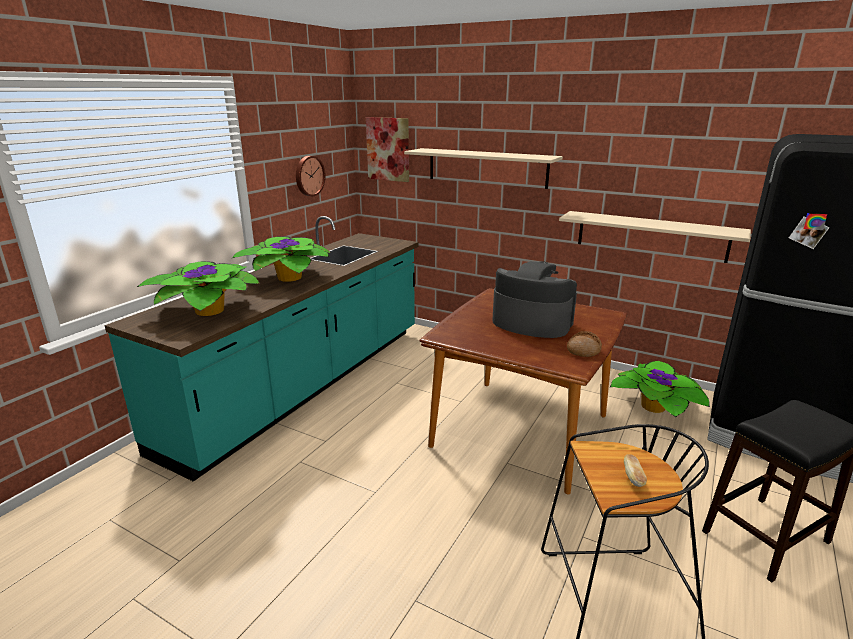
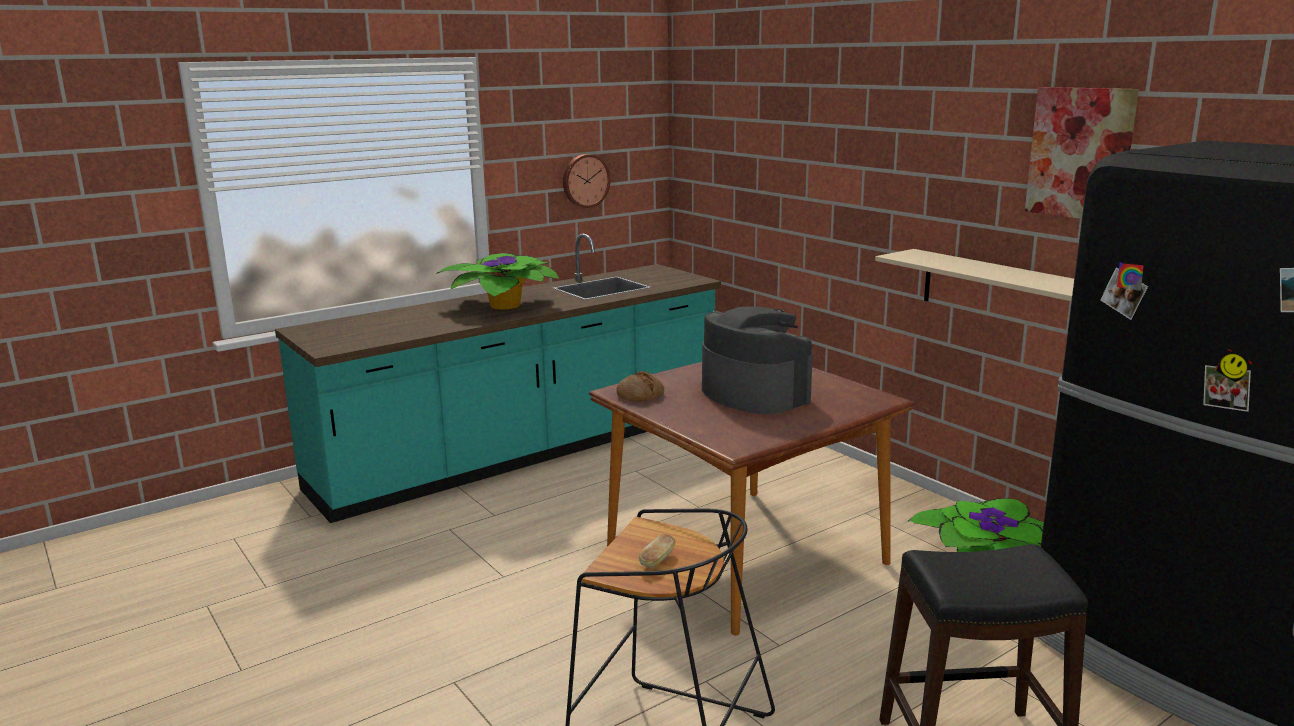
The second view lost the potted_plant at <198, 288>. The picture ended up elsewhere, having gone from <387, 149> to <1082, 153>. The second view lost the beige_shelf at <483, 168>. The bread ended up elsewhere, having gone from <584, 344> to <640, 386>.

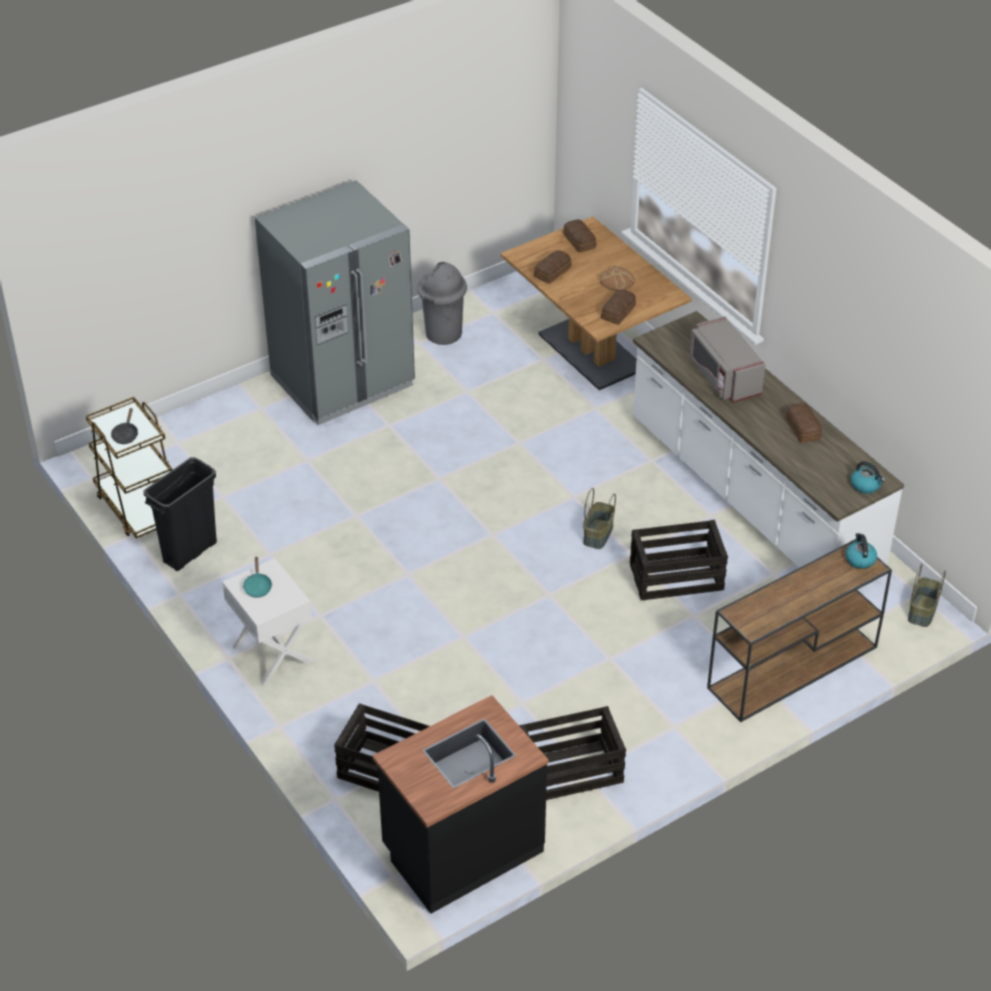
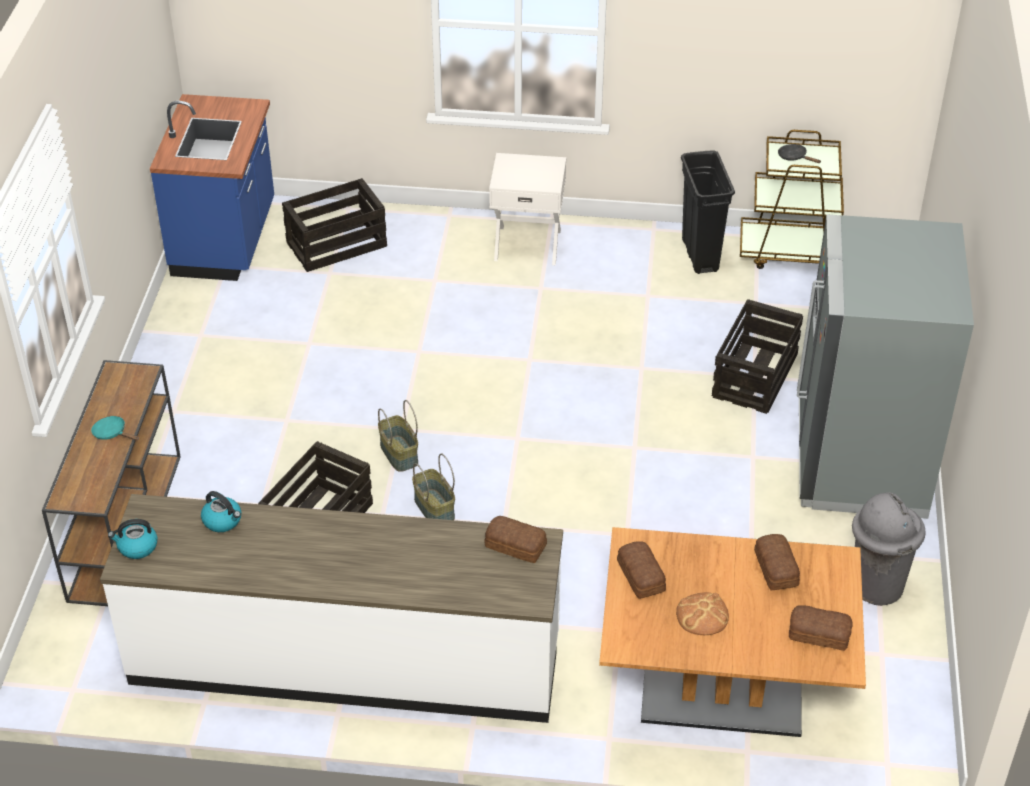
The turquoise_frying_pan ended up elsewhere, having gone from <257, 577> to <115, 428>. What was the black_counter at <460, 804> turned into the blue_counter at <212, 187>. The crate ended up elsewhere, having gone from <572, 753> to <757, 356>. The second view lost the grey_microwave at <727, 359>. The bread ended up elsewhere, having gone from <803, 423> to <516, 539>. The kettle ended up elsewhere, having gone from <861, 551> to <221, 511>. The basket ended up elsewhere, having gone from <927, 595> to <398, 436>.

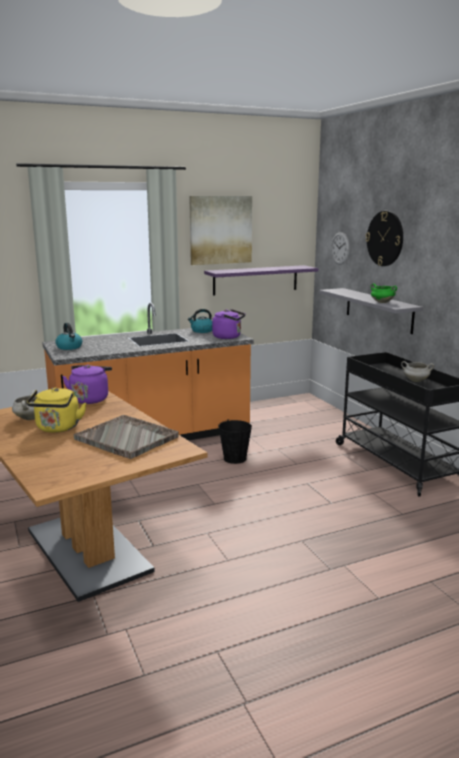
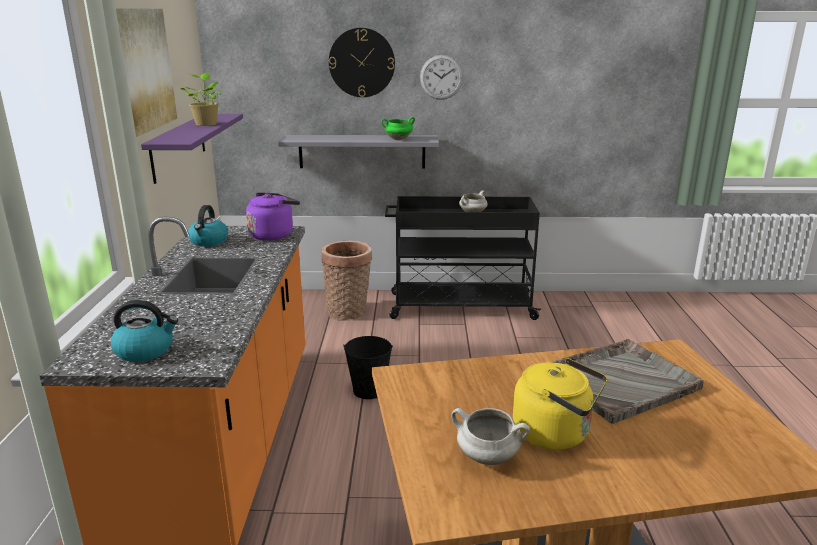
The second view lost the purple_kettle at <87, 384>. The wall_clock ended up elsewhere, having gone from <340, 248> to <441, 77>. The second view gained the potted_plant at <200, 99>. The second view gained the basket at <346, 281>.

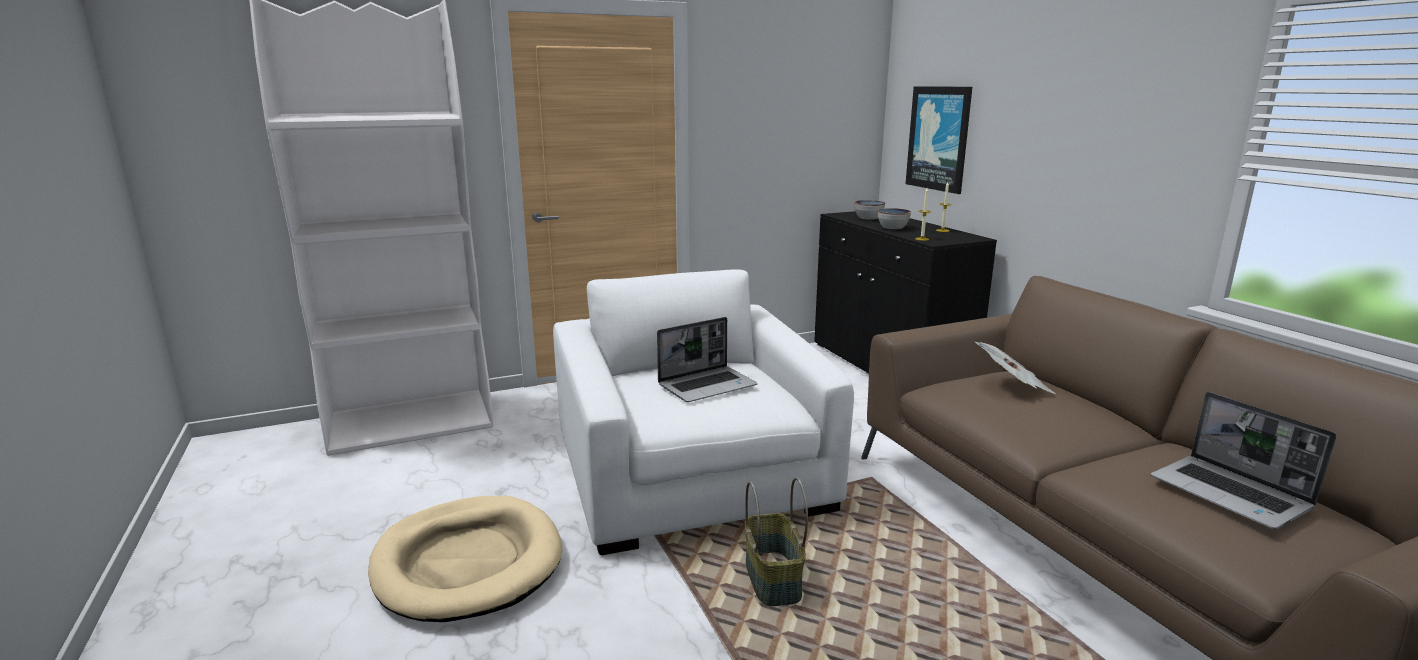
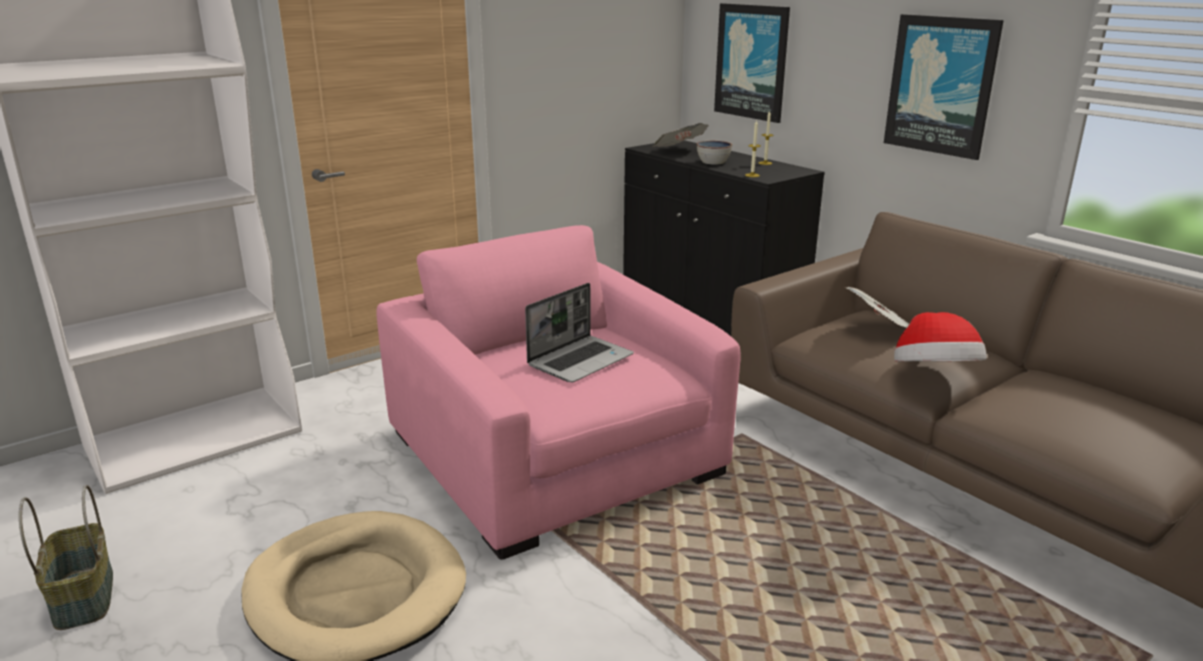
What was the white_armchair at <703, 412> turned into the pink_armchair at <559, 392>. The basket ended up elsewhere, having gone from <776, 541> to <66, 557>. Where the bowl stood at <869, 210>, the newspaper came to stand at <681, 135>. The second view lost the laptop at <1243, 460>. The second view gained the picture at <944, 87>. The second view gained the hat at <940, 337>.

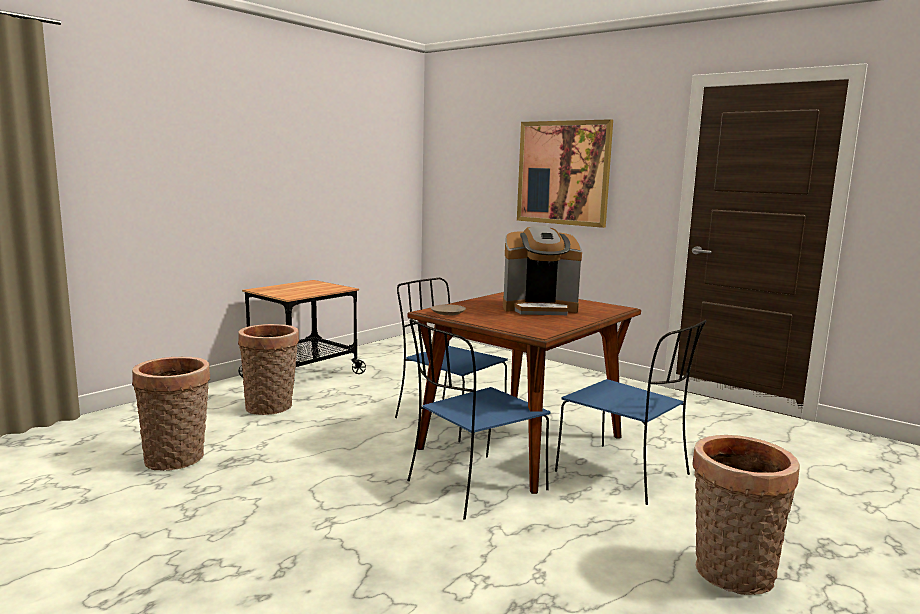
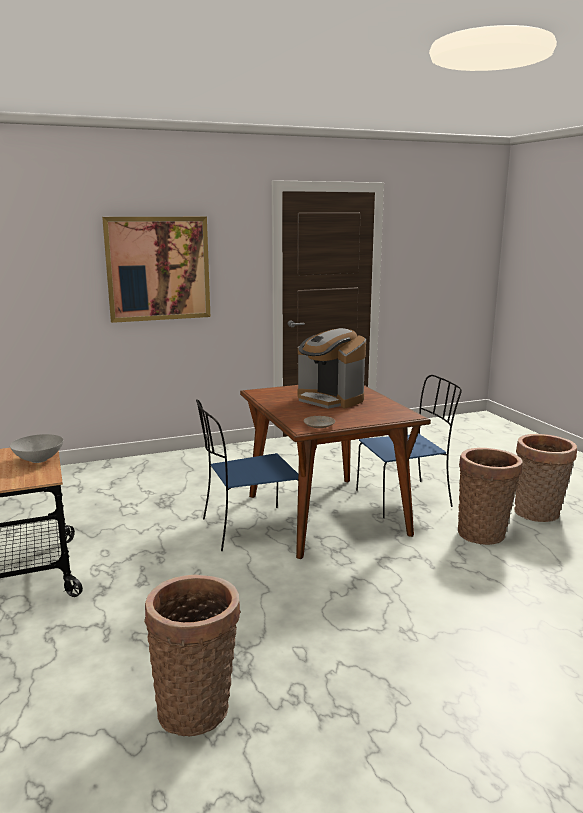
The basket ended up elsewhere, having gone from <268, 369> to <490, 496>. The second view lost the blue_chair at <478, 419>. The coffee_machine at <542, 270> ended up facing another way, 105 degrees clockwise from before. The second view gained the grey_bowl at <36, 448>.

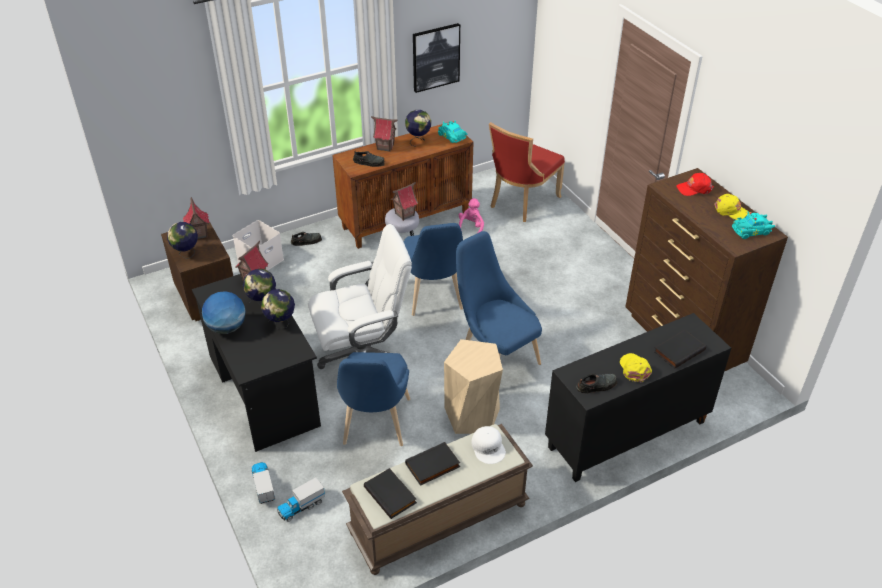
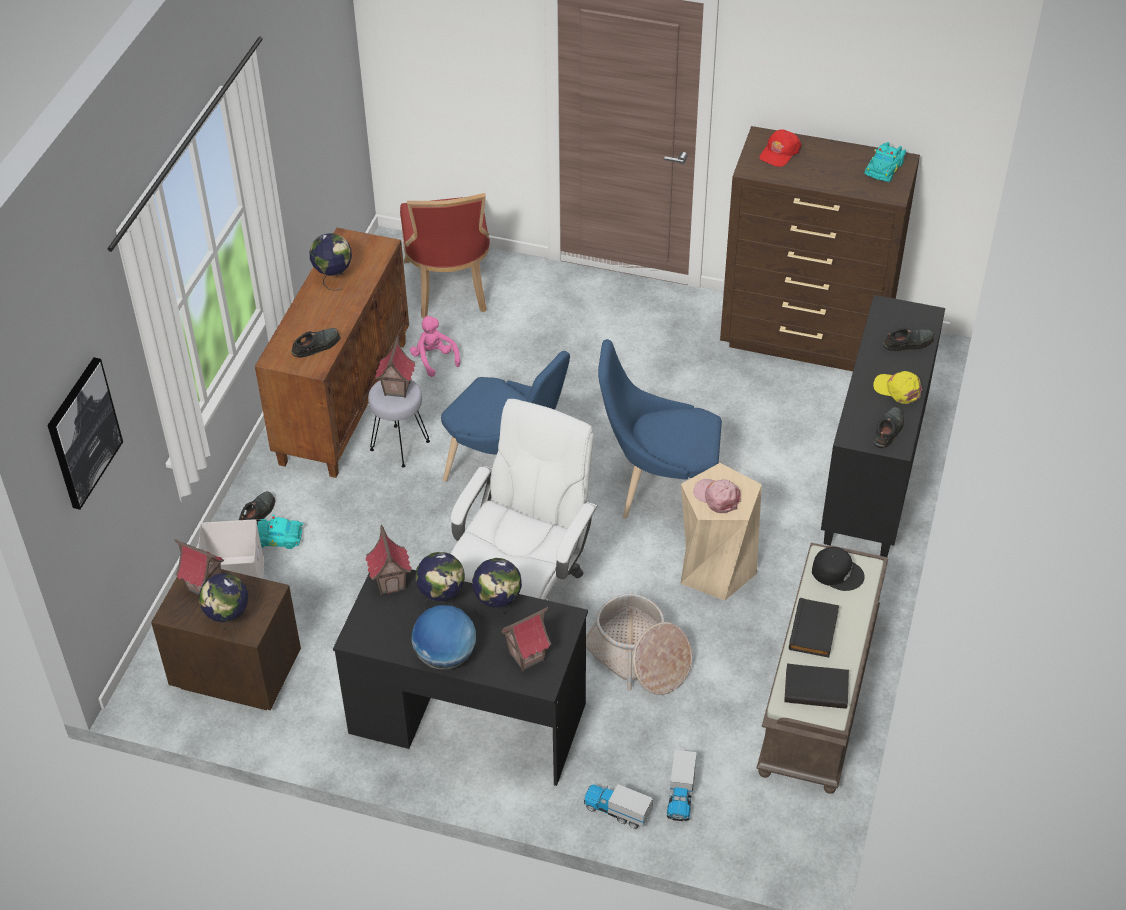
Where the blue_chair stood at <373, 399>, the basket came to stand at <639, 644>. The toy_house ended up elsewhere, having gone from <384, 134> to <526, 639>. The picture ended up elsewhere, having gone from <436, 58> to <85, 433>. The turquoise_toy_car ended up elsewhere, having gone from <453, 132> to <279, 531>. What was the white_cap at <489, 445> turned into the black_cap at <838, 569>. Where the black_book stood at <680, 349>, the black_shoe came to stand at <908, 339>. The second view lost the yellow_cap at <732, 207>. The second view gained the pink_cap at <717, 496>.

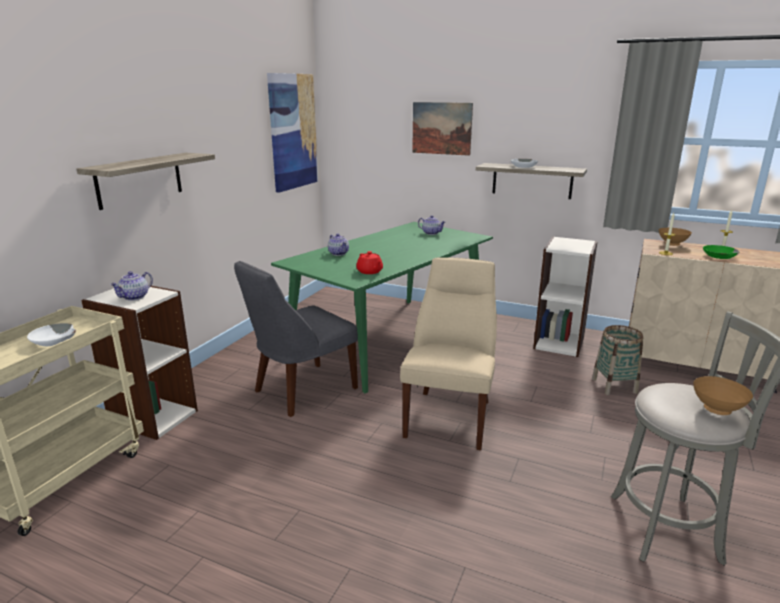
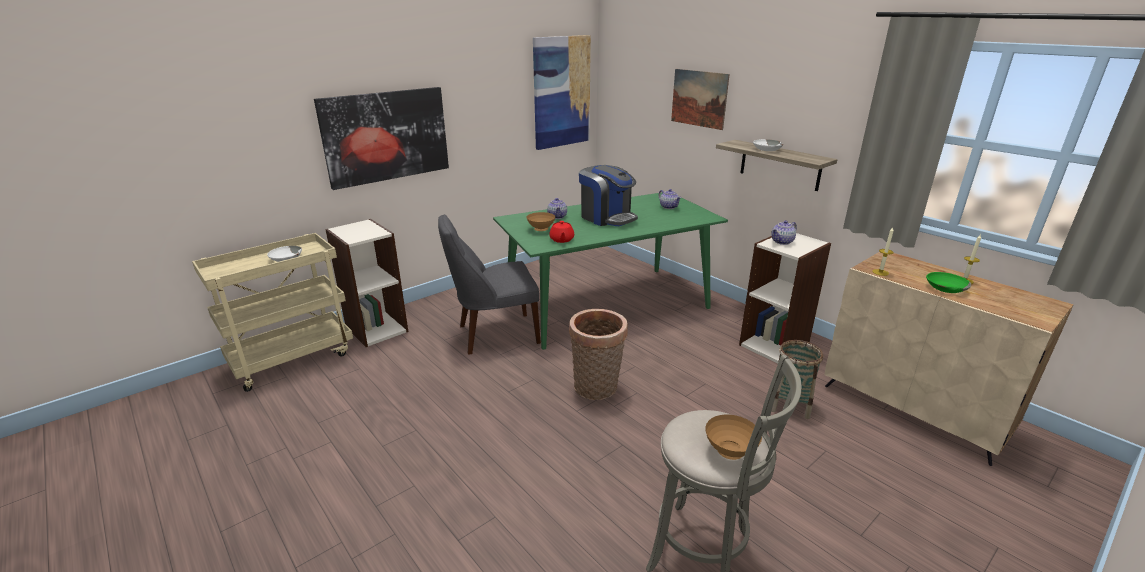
Where the shelf hung at <146, 181>, the picture came to hang at <381, 138>. The teapot ended up elsewhere, having gone from <131, 286> to <784, 232>. Where the beige_chair stood at <448, 353>, the basket came to stand at <598, 354>. The brown_bowl ended up elsewhere, having gone from <675, 237> to <540, 221>. The second view gained the coffee_machine at <608, 195>.

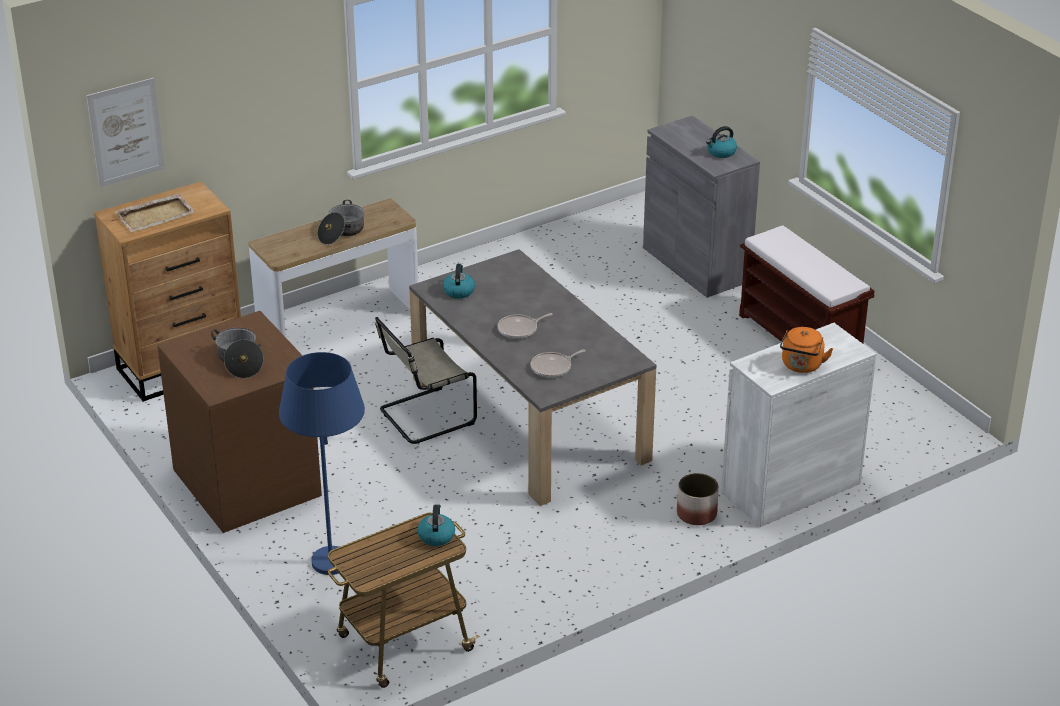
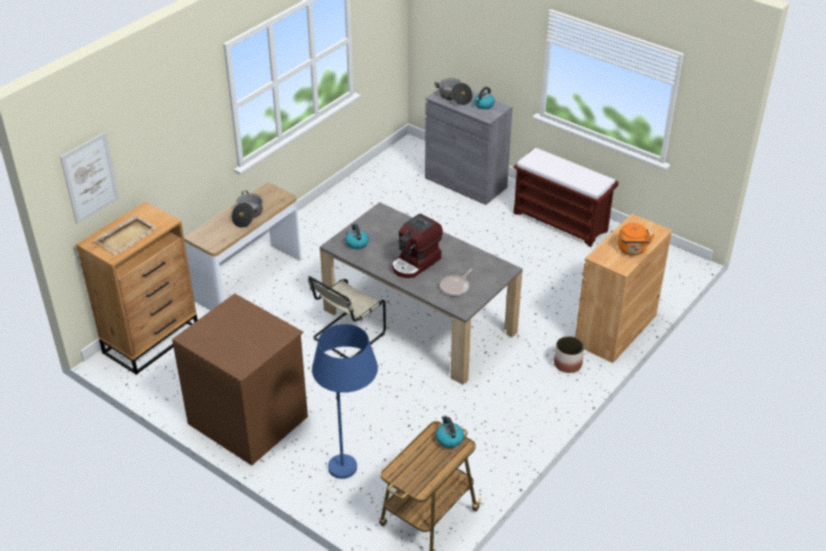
The cooking_pot ended up elsewhere, having gone from <237, 352> to <453, 91>. Where the frying_pan stood at <525, 326>, the coffee_machine came to stand at <417, 246>. What was the white_cabinet at <798, 425> turned into the brown_cabinet at <623, 288>.

